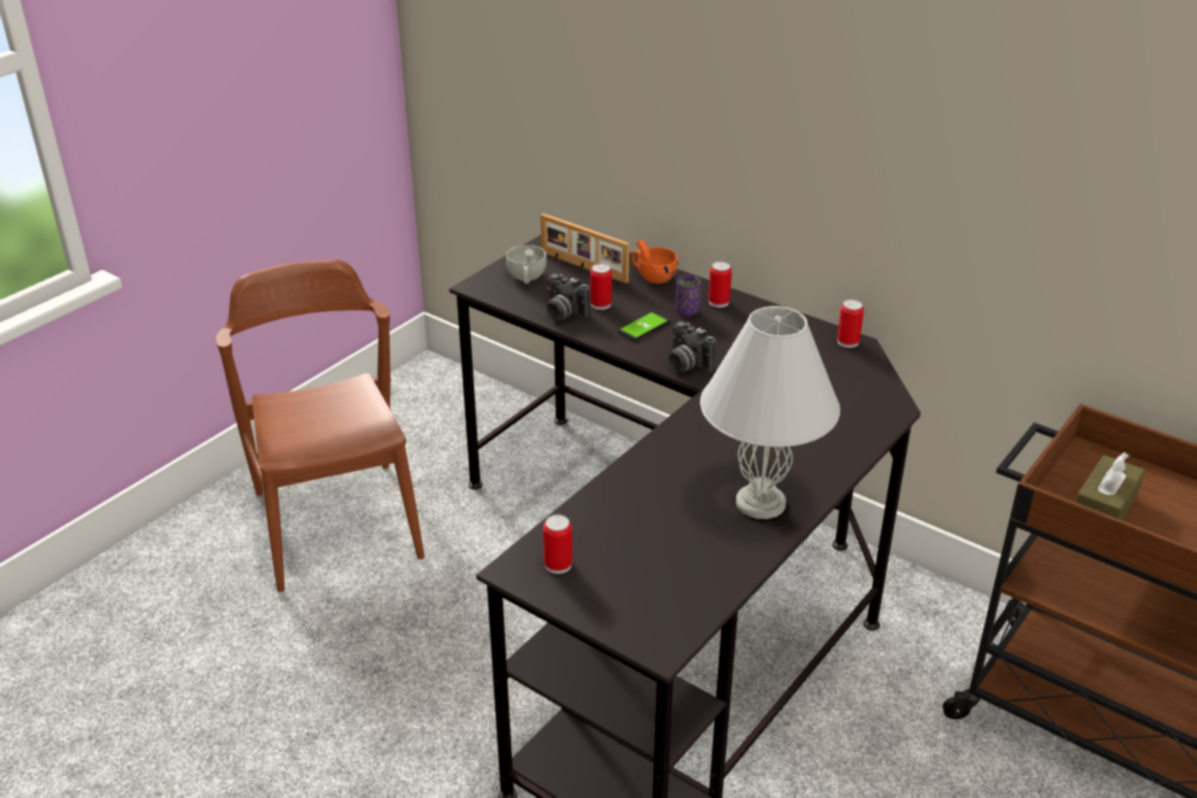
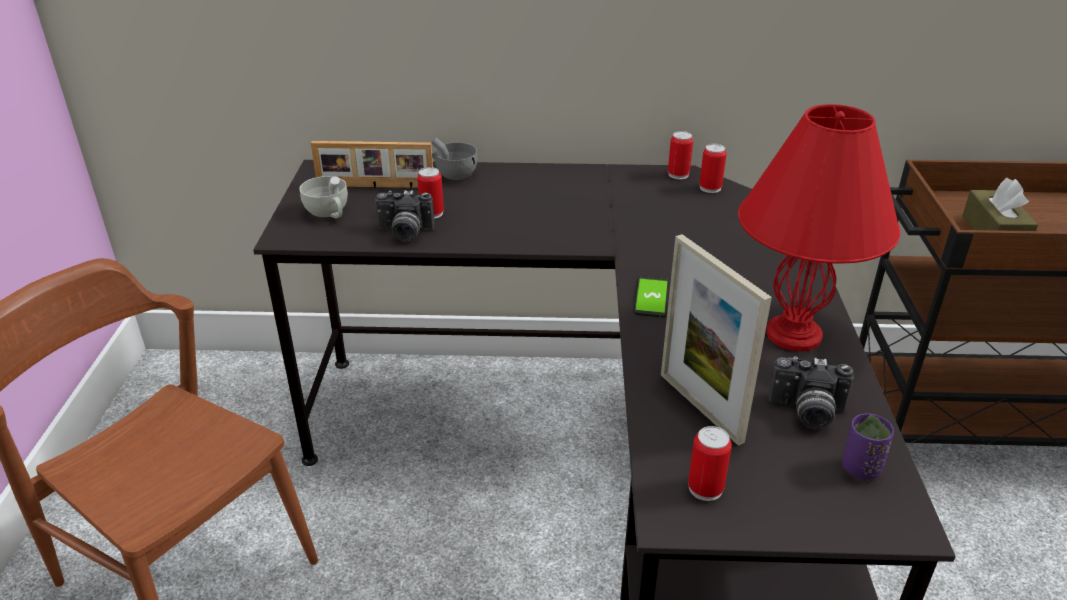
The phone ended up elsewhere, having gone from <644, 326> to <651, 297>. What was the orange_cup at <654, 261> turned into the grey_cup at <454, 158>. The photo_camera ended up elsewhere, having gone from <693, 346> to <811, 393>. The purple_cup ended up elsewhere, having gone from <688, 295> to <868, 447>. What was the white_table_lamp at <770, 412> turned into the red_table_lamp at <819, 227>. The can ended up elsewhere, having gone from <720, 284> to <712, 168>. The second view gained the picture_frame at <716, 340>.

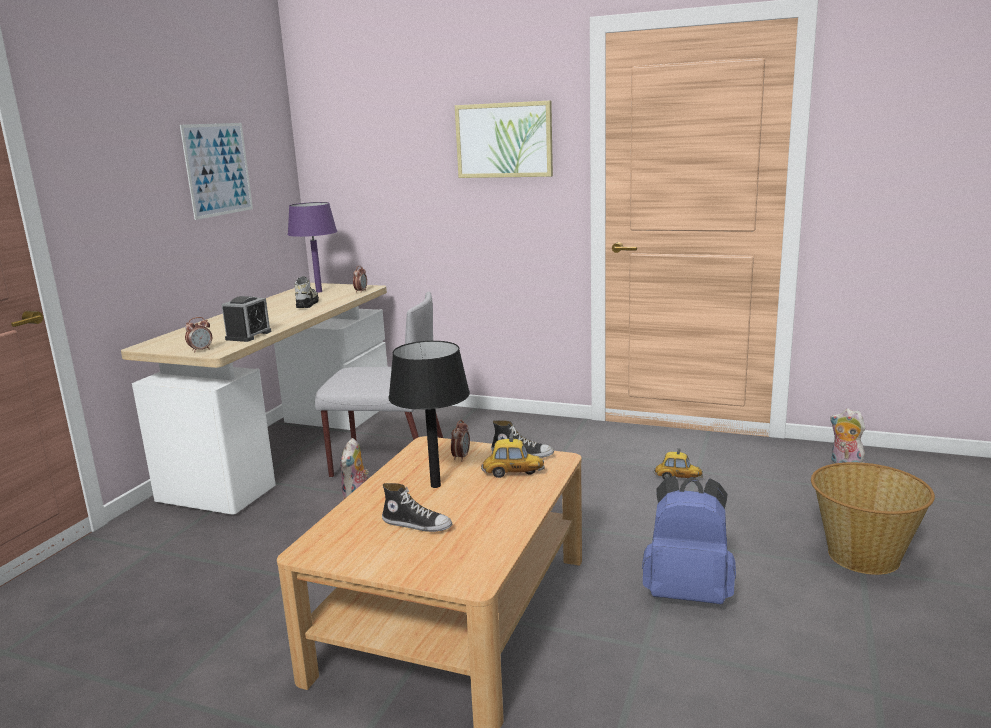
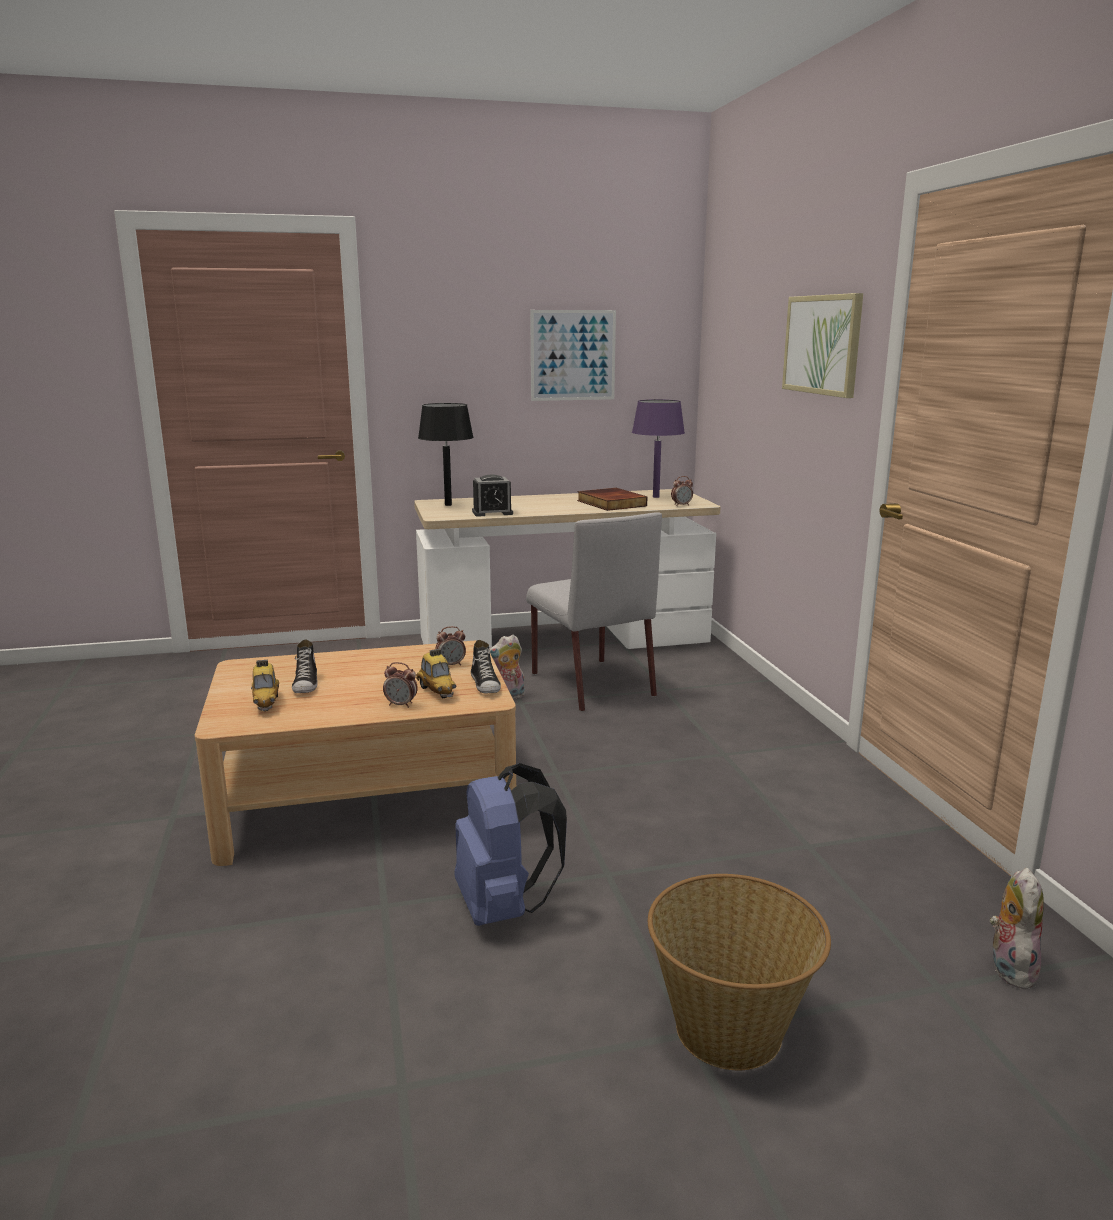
The alarm_clock ended up elsewhere, having gone from <198, 335> to <400, 685>. Where the shoe stood at <306, 292>, the book came to stand at <612, 499>. The black_table_lamp ended up elsewhere, having gone from <429, 414> to <446, 454>. The toy_car ended up elsewhere, having gone from <678, 464> to <265, 685>.

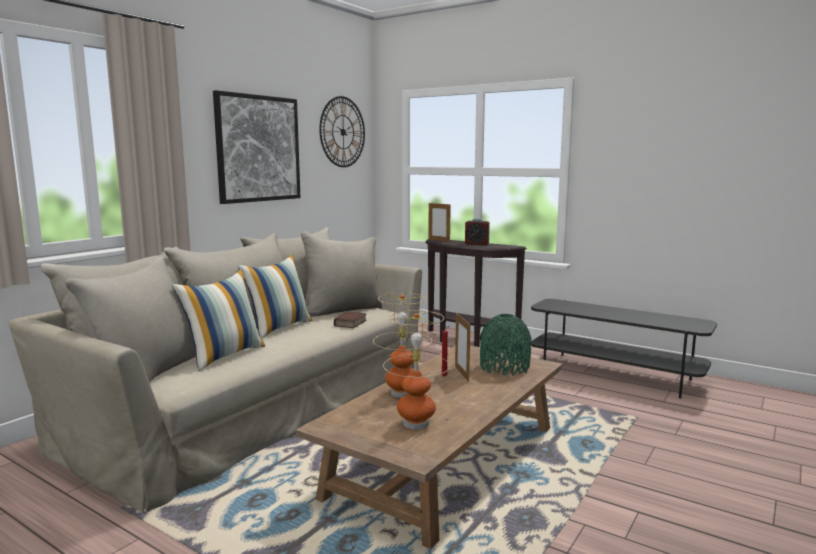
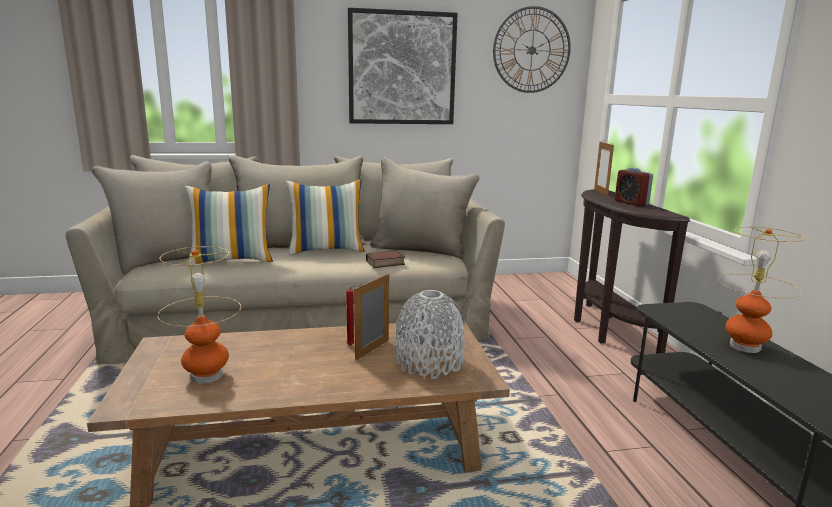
The table_lamp ended up elsewhere, having gone from <402, 345> to <761, 290>. What was the green_vase at <506, 345> turned into the grey_vase at <430, 334>.

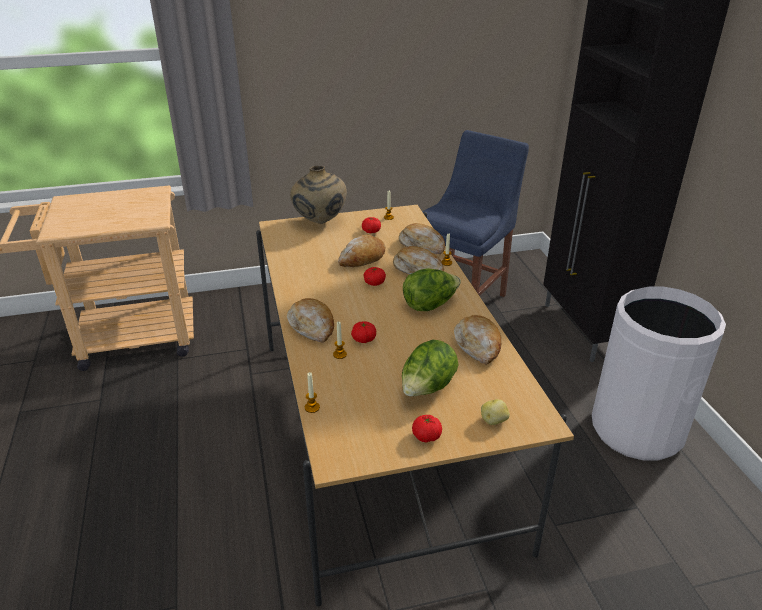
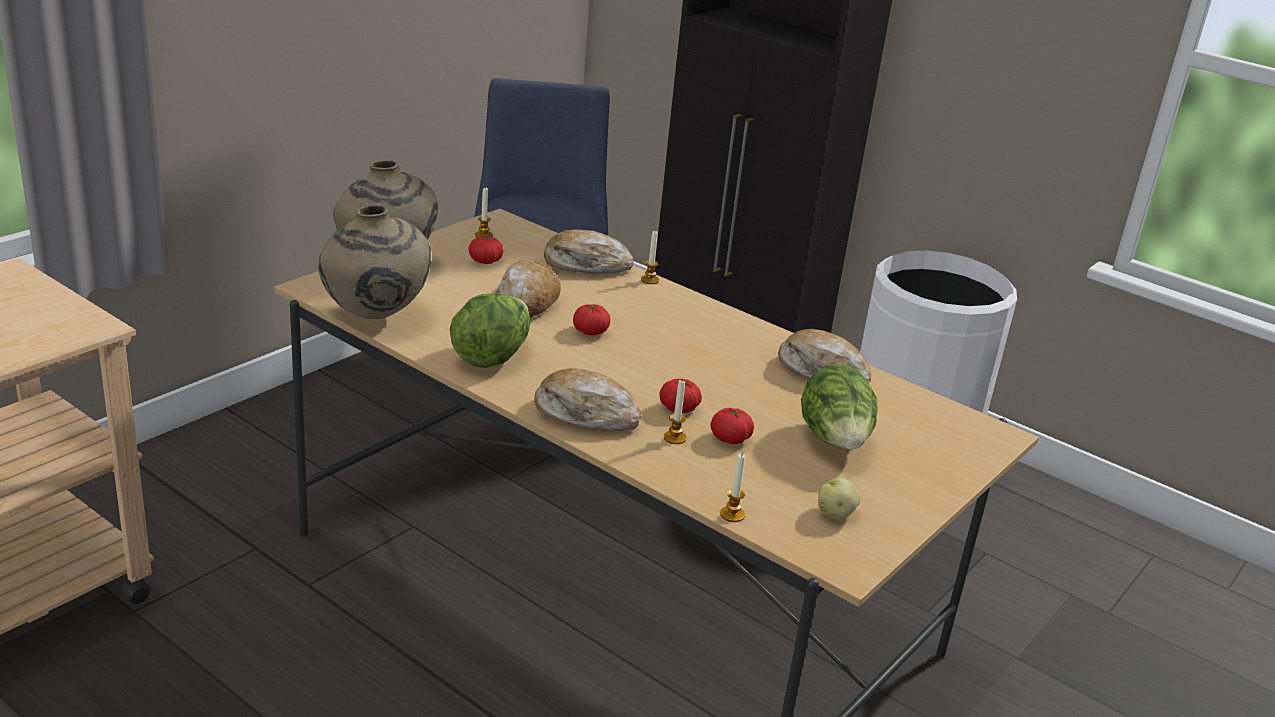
The second view lost the bread at <418, 260>. The lettuce ended up elsewhere, having gone from <432, 289> to <490, 330>. The tomato ended up elsewhere, having gone from <427, 428> to <732, 426>. The potato ended up elsewhere, having gone from <495, 412> to <839, 499>. The second view gained the beige_vase at <375, 262>.

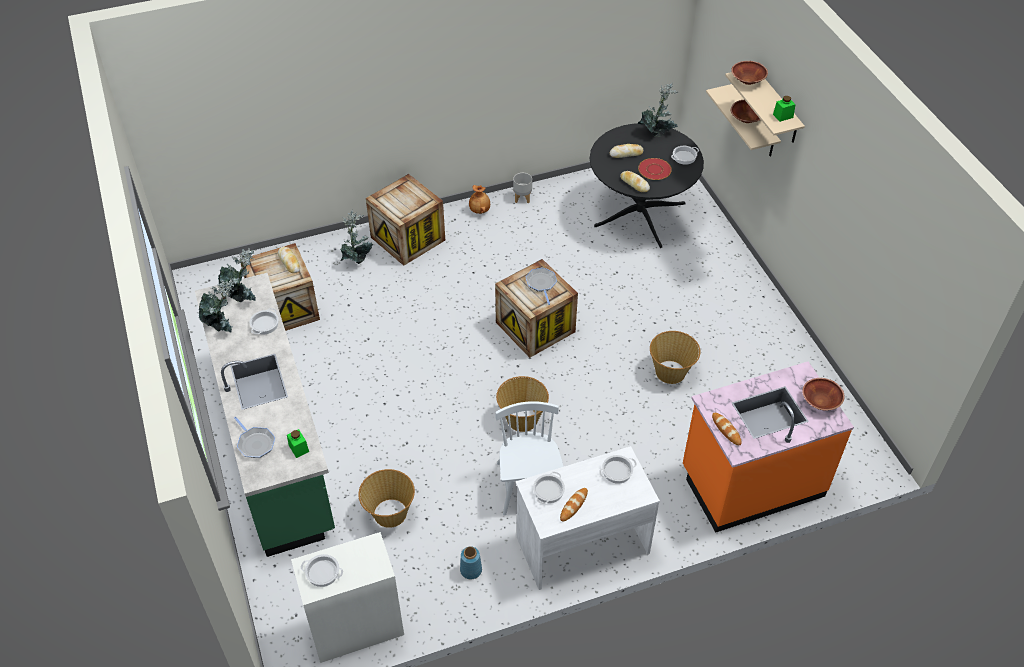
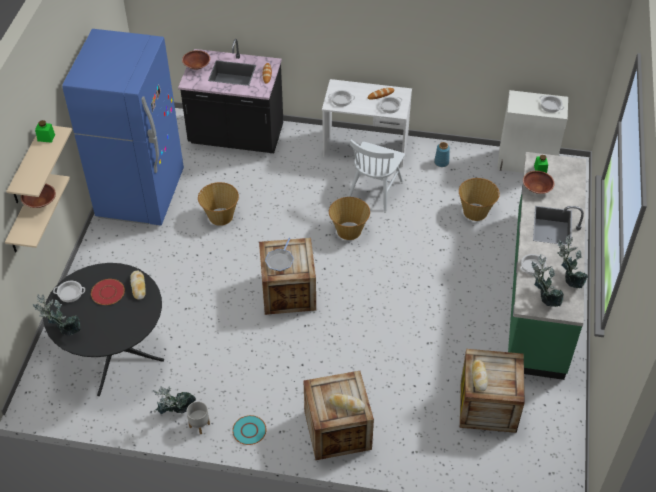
The second view lost the frying_pan at <254, 437>. The potted_plant ended up elsewhere, having gone from <356, 236> to <174, 400>. Where the brown_vase stood at <479, 199>, the turquoise_plate came to stand at <249, 430>. The bread ended up elsewhere, having gone from <626, 151> to <346, 403>. What was the orange_counter at <768, 447> turned into the black_counter at <230, 96>. The brown_bowl ended up elsewhere, having gone from <749, 73> to <539, 182>. The second view gained the blue_fridge at <123, 127>.

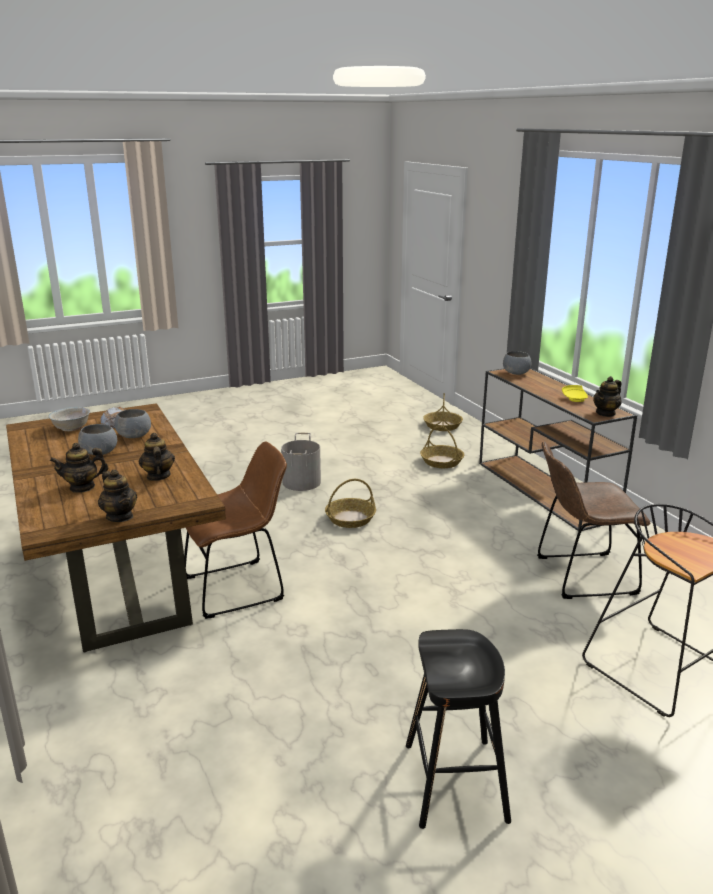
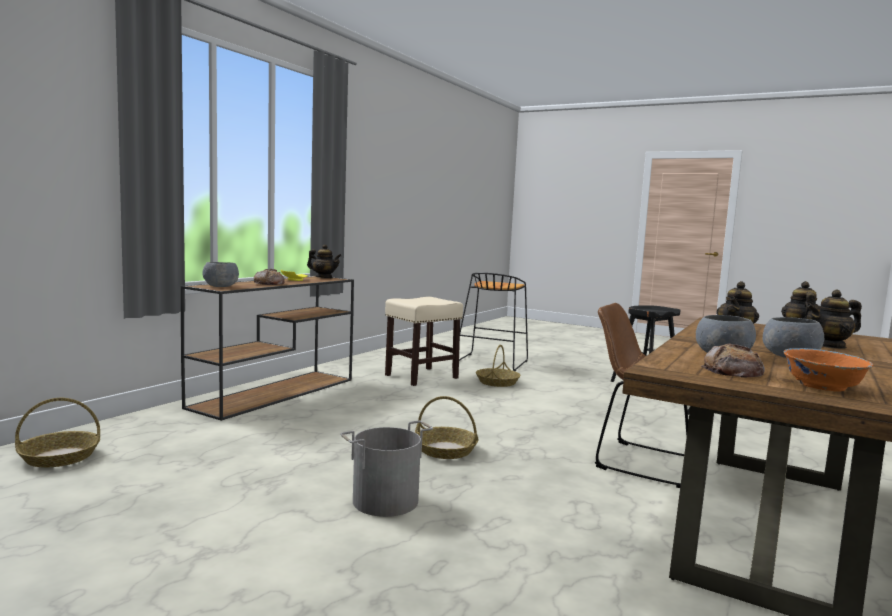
What was the white_bowl at <69, 419> turned into the orange_bowl at <829, 370>. The teapot at <79, 468> ended up facing another way, 135 degrees clockwise from before. The basket ended up elsewhere, having gone from <442, 447> to <498, 366>. Where the brown_chair stood at <593, 520>, the beige_stool came to stand at <424, 341>. The second view gained the bread at <269, 277>.

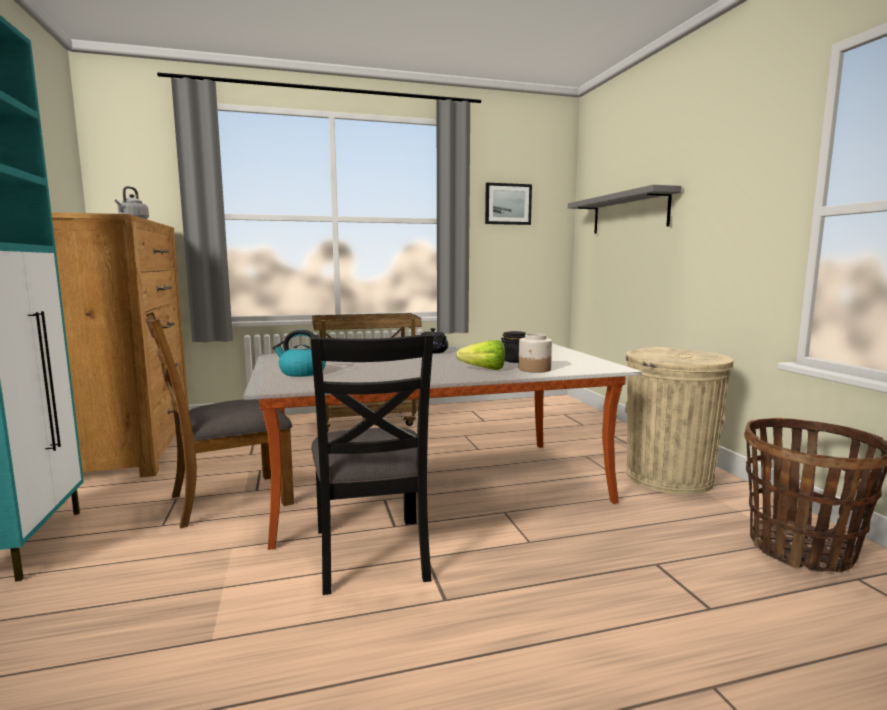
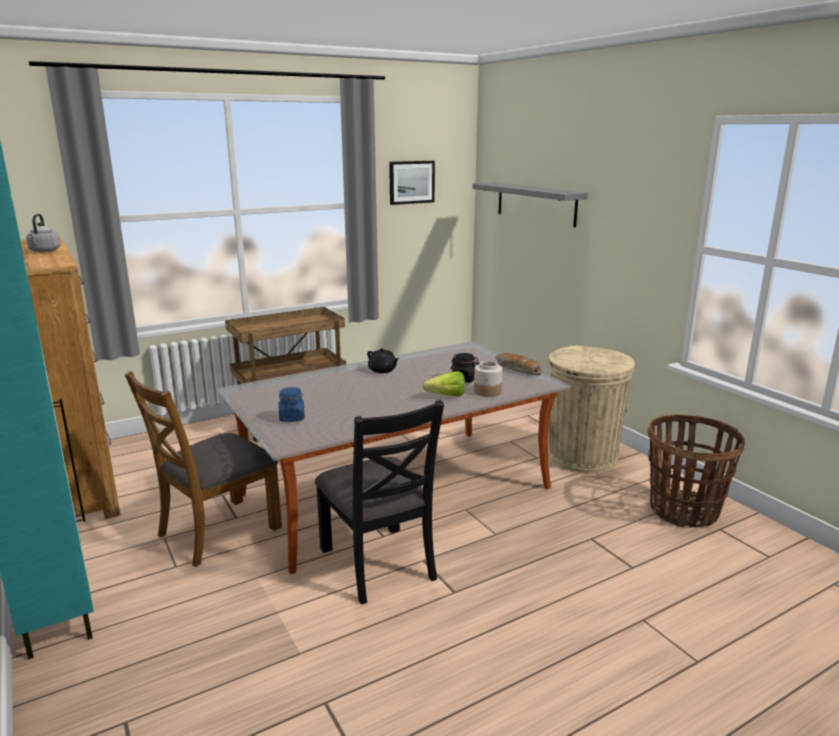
Where the kettle stood at <299, 353>, the blue_jar came to stand at <291, 404>. The second view gained the bread at <519, 364>.

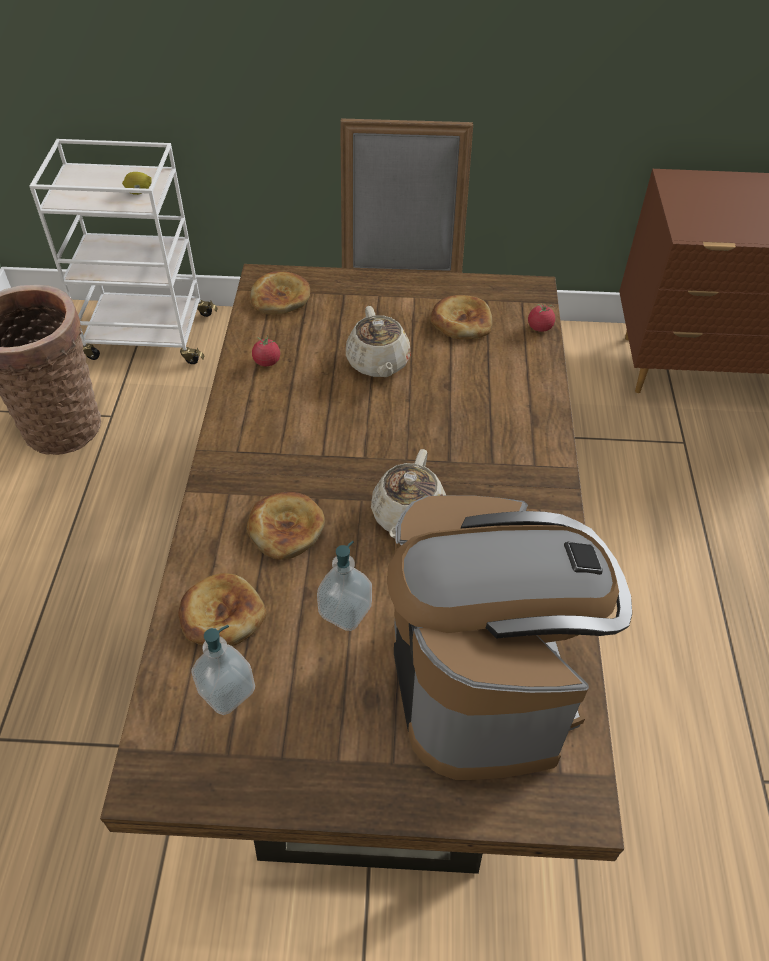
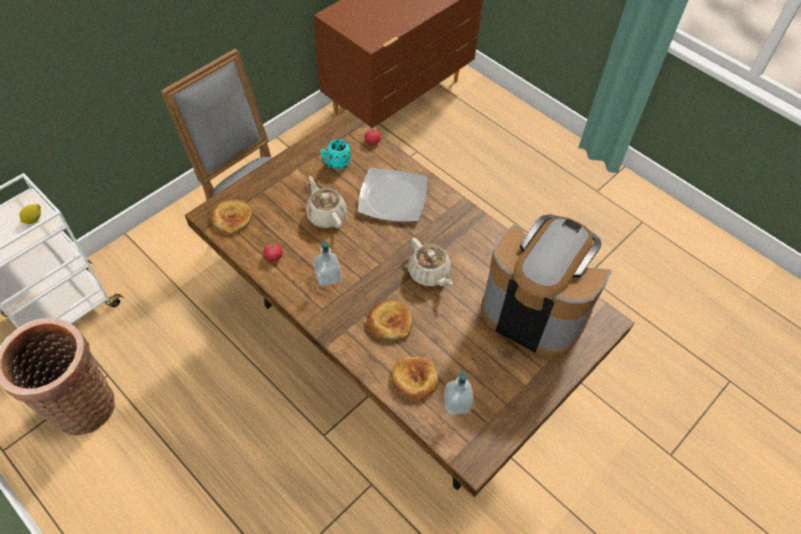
The soap_dispenser ended up elsewhere, having gone from <344, 586> to <327, 262>. The beige_teapot at <378, 341> ended up facing another way, 150 degrees counterclockwise from before. Where the bread stood at <461, 317>, the turquoise_mug came to stand at <335, 154>. The second view gained the plate at <392, 195>.

